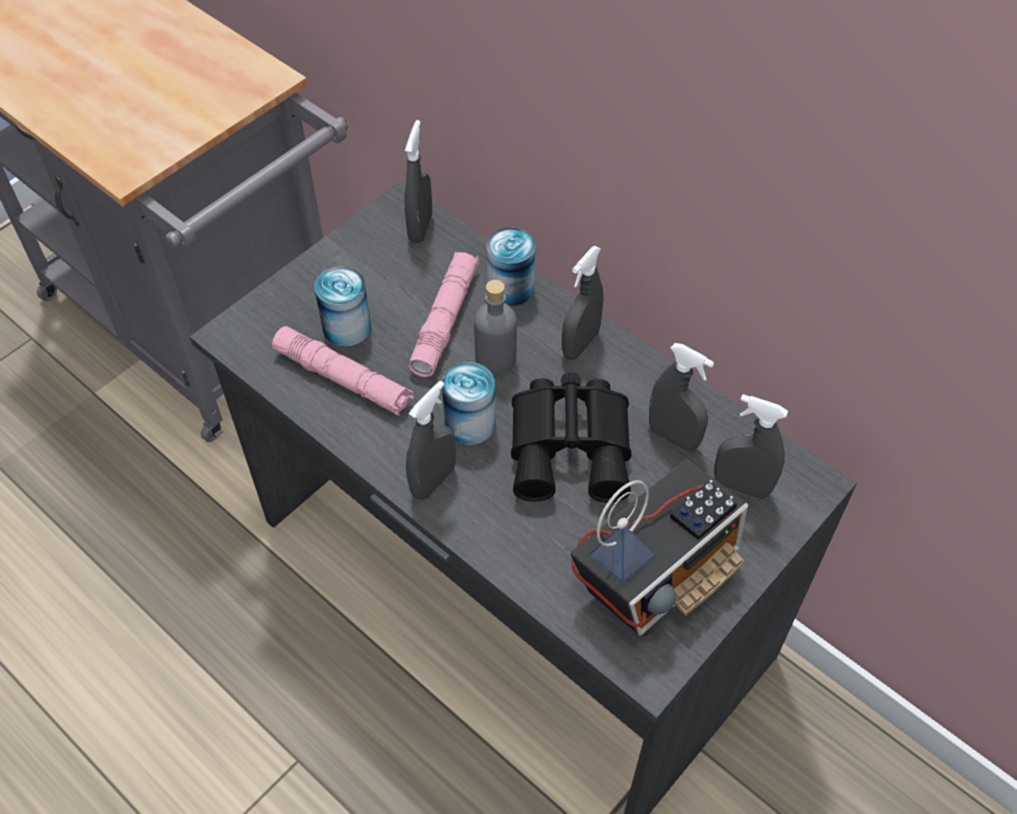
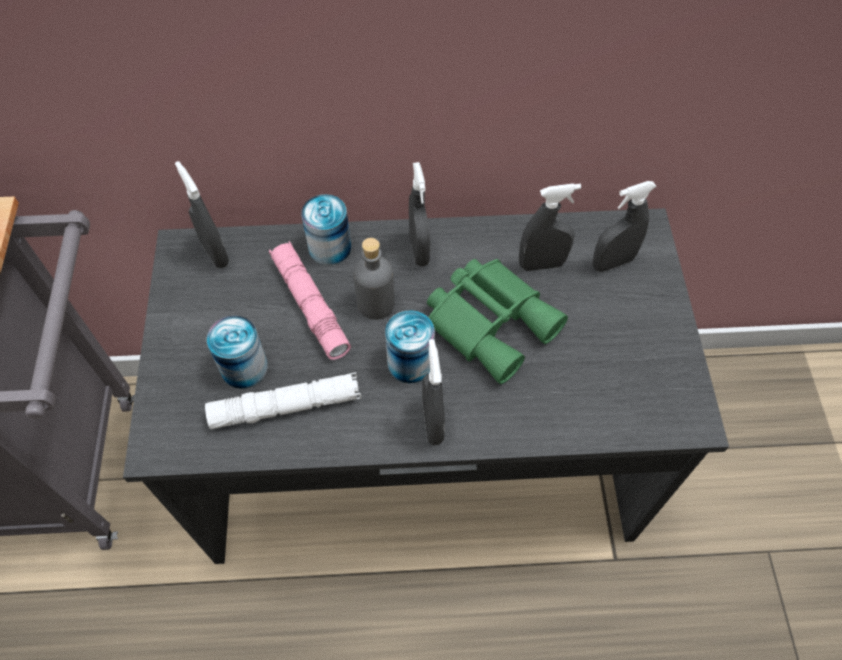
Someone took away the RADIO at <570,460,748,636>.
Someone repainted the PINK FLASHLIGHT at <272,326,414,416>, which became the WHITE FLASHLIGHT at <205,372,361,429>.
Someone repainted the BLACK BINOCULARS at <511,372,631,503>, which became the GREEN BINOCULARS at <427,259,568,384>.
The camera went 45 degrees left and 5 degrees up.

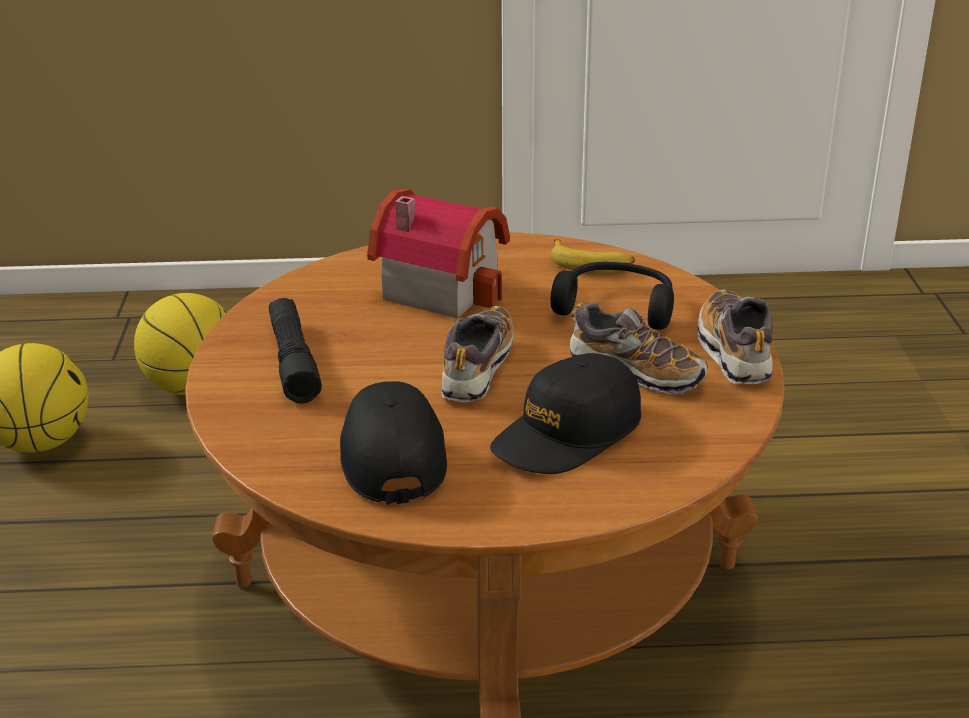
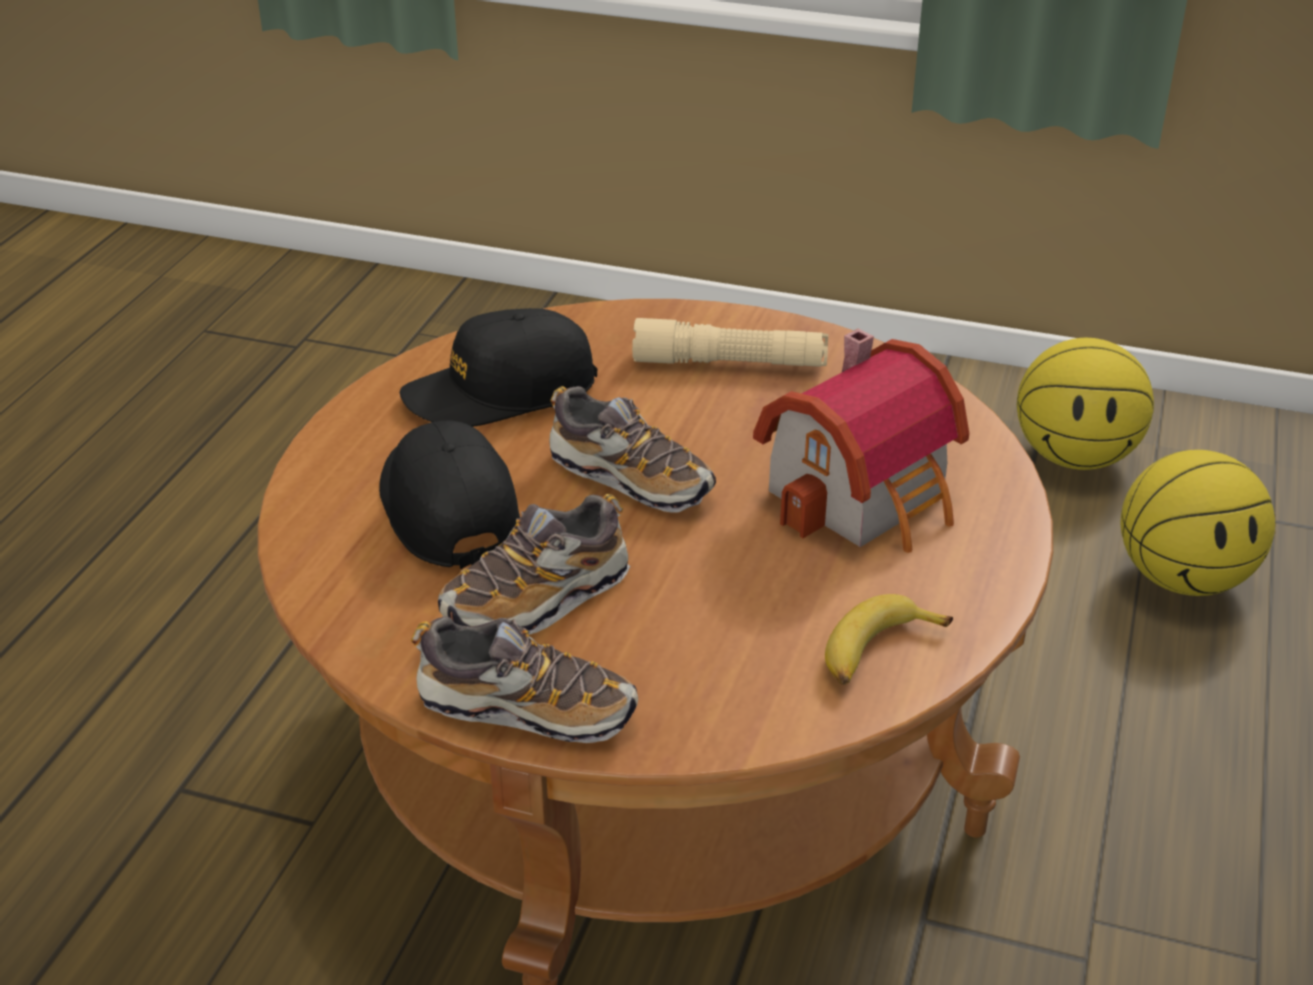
Someone took away the BLACK HEADPHONES at <550,262,674,330>.
Someone repainted the BLACK FLASHLIGHT at <269,298,322,404>, which became the BEIGE FLASHLIGHT at <632,318,828,367>.
Someone rotated the BLACK CAP at <340,381,447,505> by 150 degrees clockwise.
The camera went 110 degrees right and 5 degrees up.

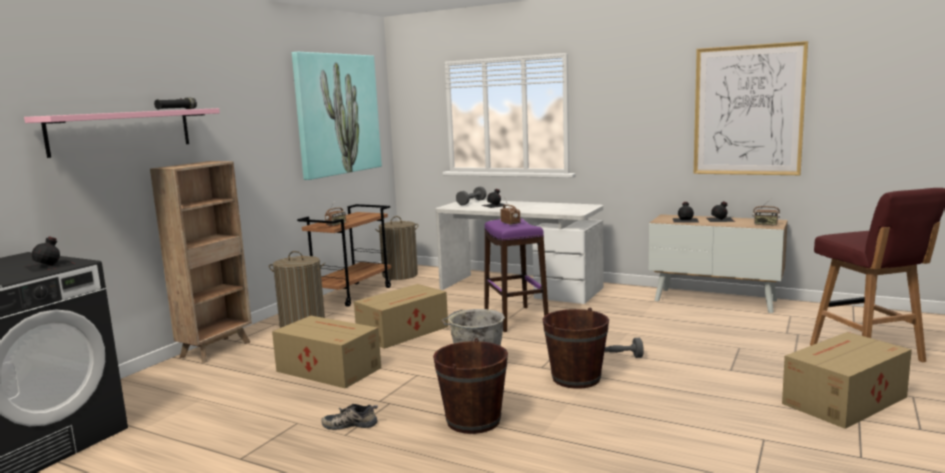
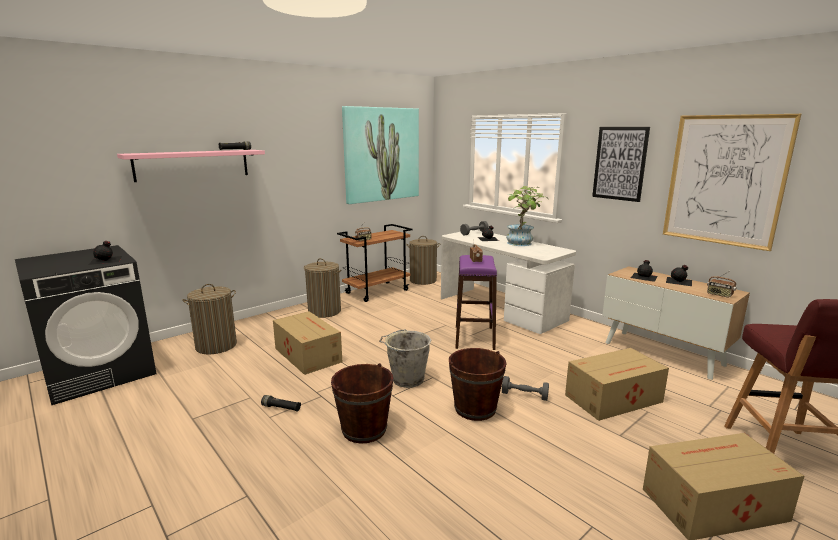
Someone took away the BROWN BOOKCASE at <150,161,252,363>.
Someone put down the LAUNDRY BASKET at <182,284,237,354>.
Someone put down the POTTED PLANT at <506,186,549,246>.
Someone put up the PICTURE at <592,127,650,202>.
Someone carried the CARDBOARD BOX from <354,284,448,349> to <565,348,669,421>.
Someone swapped the SHOE at <321,404,378,430> for the BLACK FLASHLIGHT at <261,395,301,412>.
The camera went 20 degrees right and 5 degrees up.

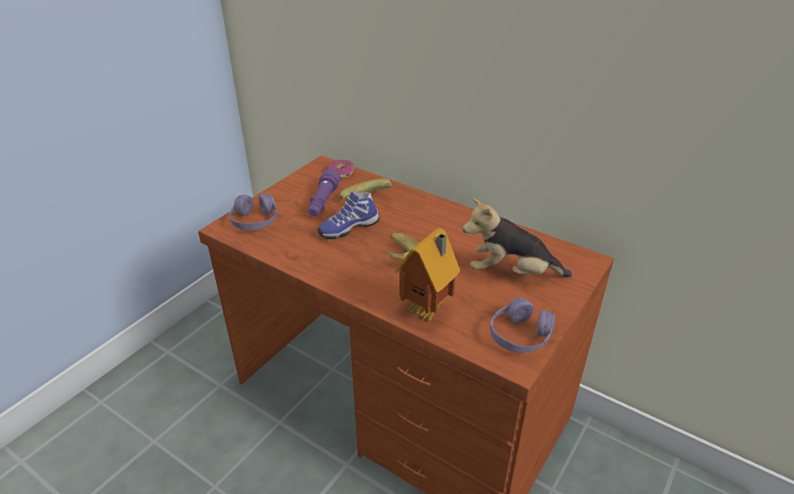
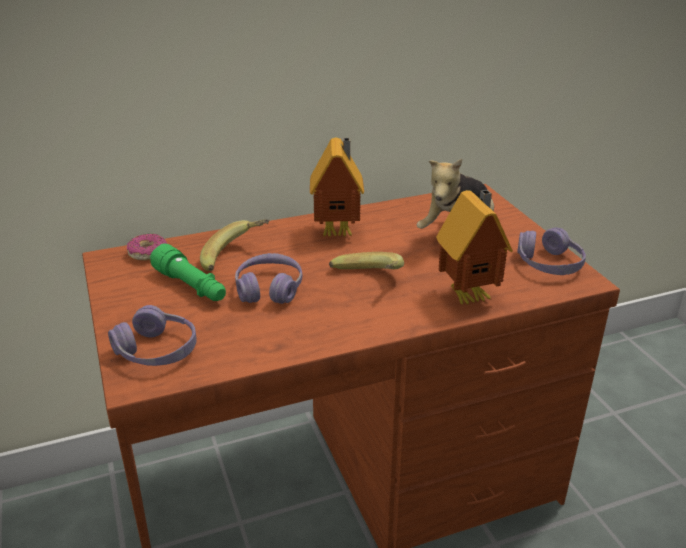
Someone put down the TOY HOUSE at <310,138,364,237>.
Someone swapped the SHOE at <318,192,379,239> for the PURPLE HEADPHONES at <235,253,302,304>.
Someone repainted the PURPLE FLASHLIGHT at <308,169,341,216>, which became the GREEN FLASHLIGHT at <150,243,226,301>.
The camera went 55 degrees left and 5 degrees down.

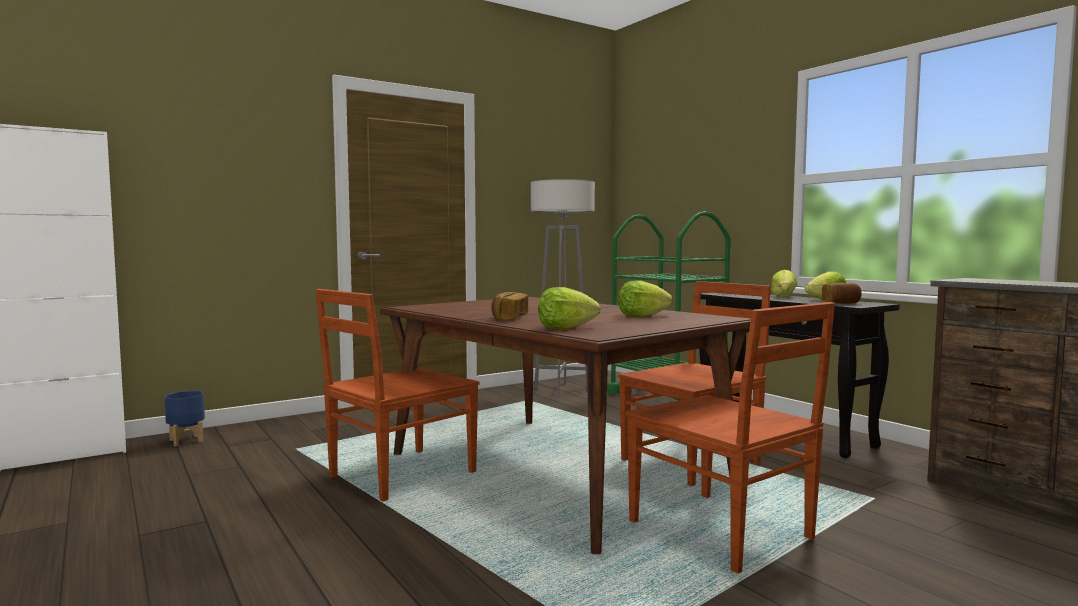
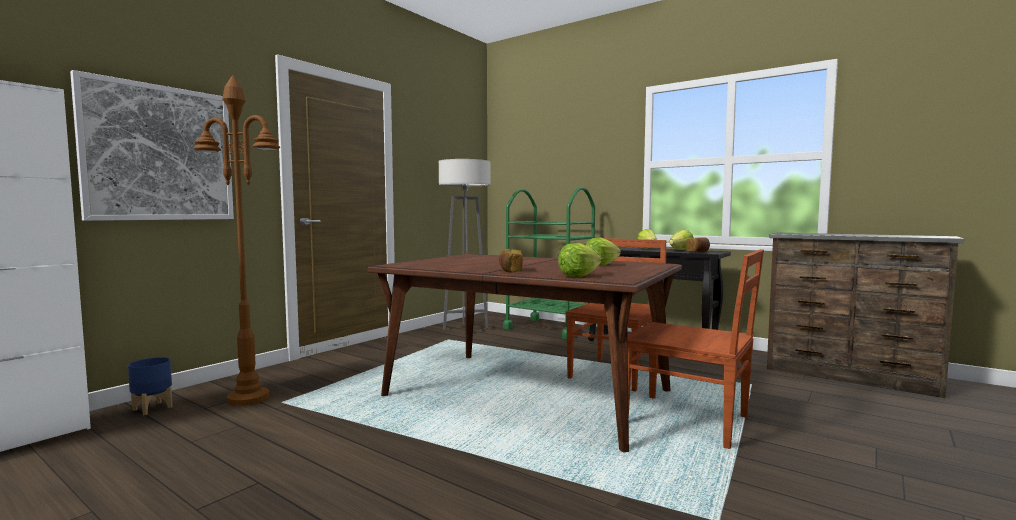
Someone took away the BROWN CHAIR at <316,289,479,502>.
Someone put up the PICTURE at <70,70,234,221>.
Someone put down the BROWN FLOOR LAMP at <193,75,280,406>.
The camera went 20 degrees left and 0 degrees up.

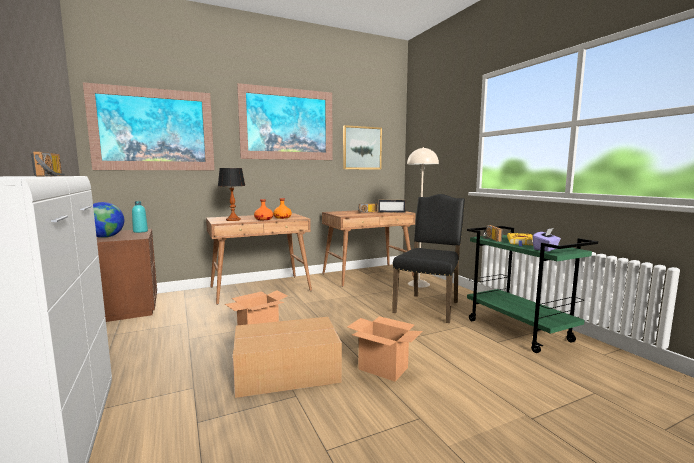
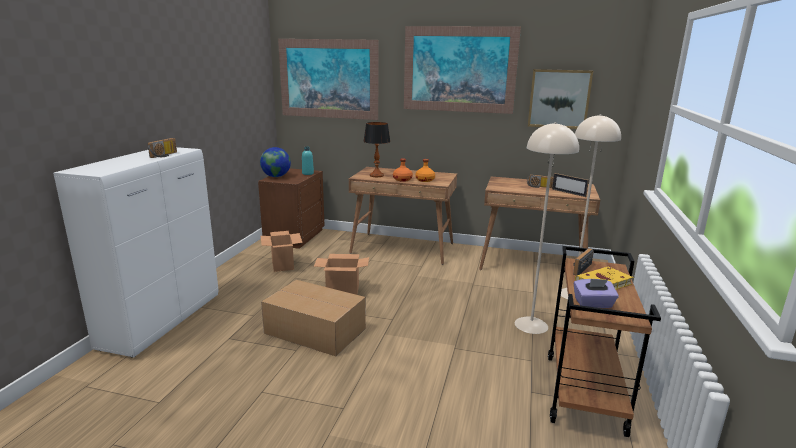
Someone carried the CARDBOARD BOX from <347,316,422,382> to <261,231,303,272>.
Someone swapped the BLACK CHAIR at <392,194,465,323> for the BEIGE FLOOR LAMP at <515,122,579,334>.
Someone repainted the GREEN CART at <467,226,598,353>, which became the BROWN CART at <548,246,661,437>.
The camera went 40 degrees right and 10 degrees up.

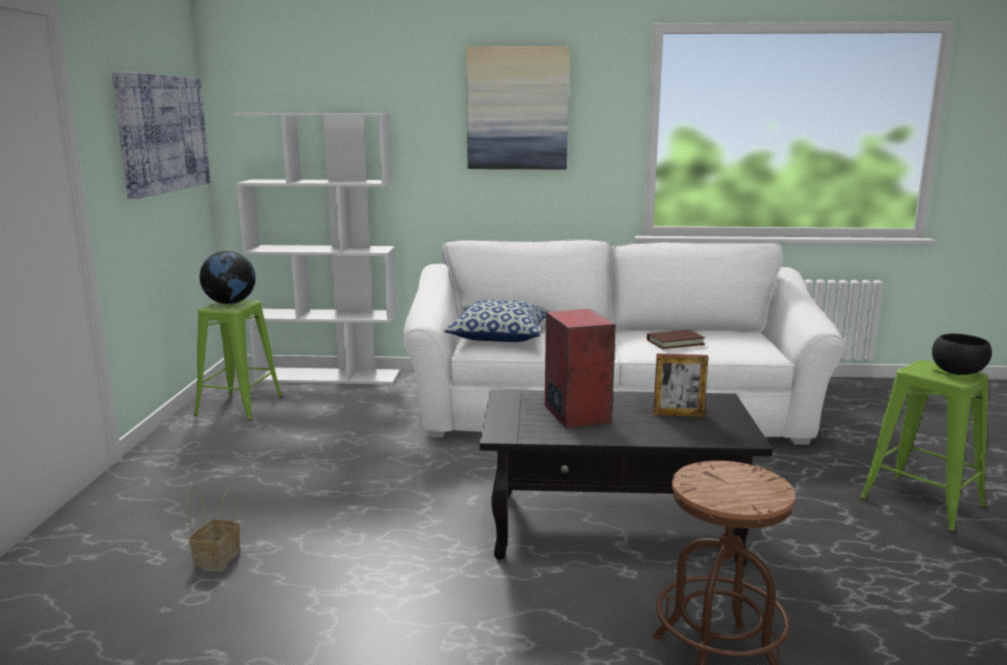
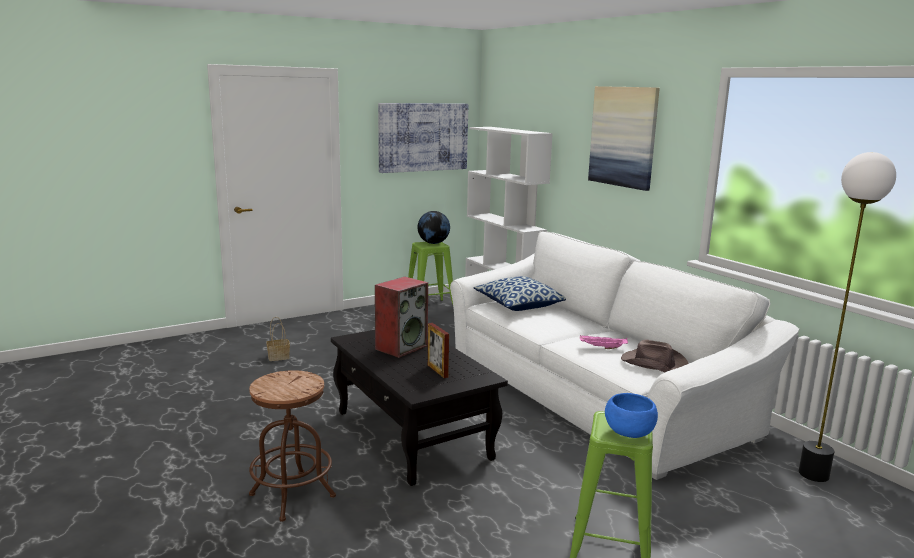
Someone put down the BROWN HAT at <621,340,689,373>.
Someone put down the FLOOR LAMP at <799,152,896,482>.
Someone swapped the BROWN BOOK at <647,330,705,349> for the PINK TRAY at <580,335,628,349>.
Someone repainted the BLACK BOWL at <932,334,992,375>, which became the BLUE BOWL at <605,393,658,438>.
The camera went 55 degrees right and 0 degrees up.

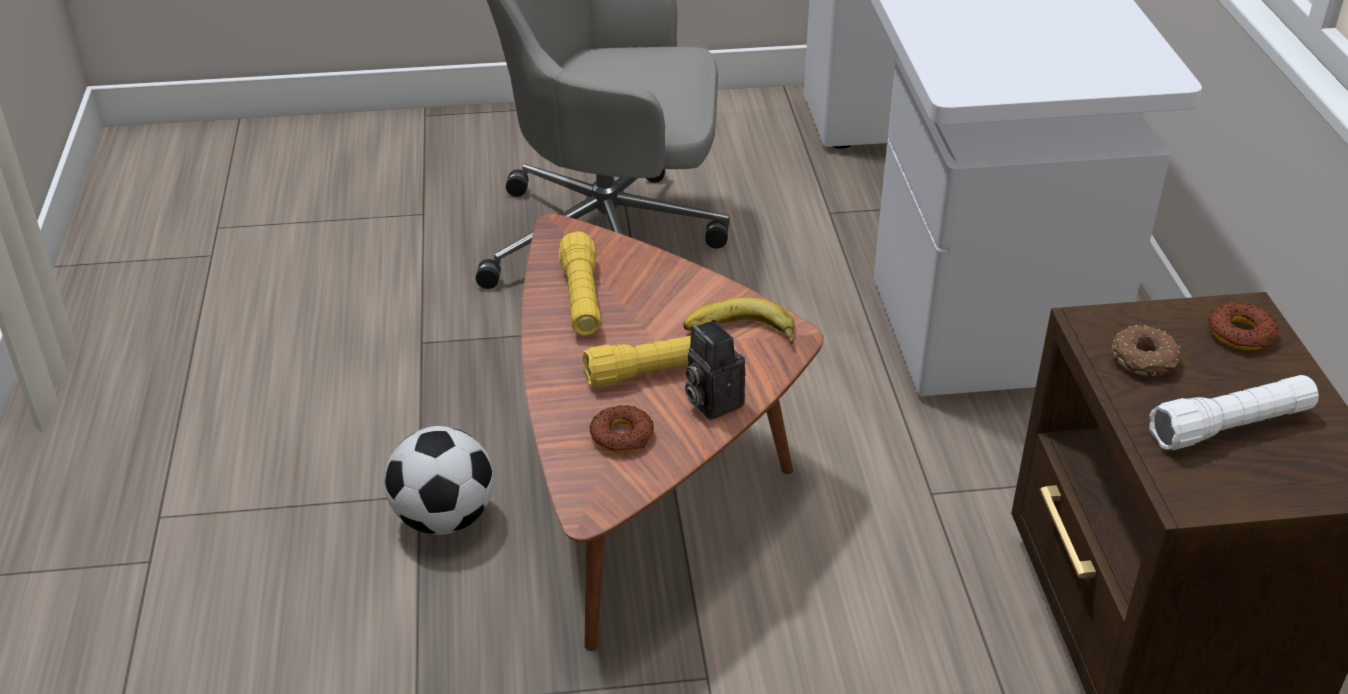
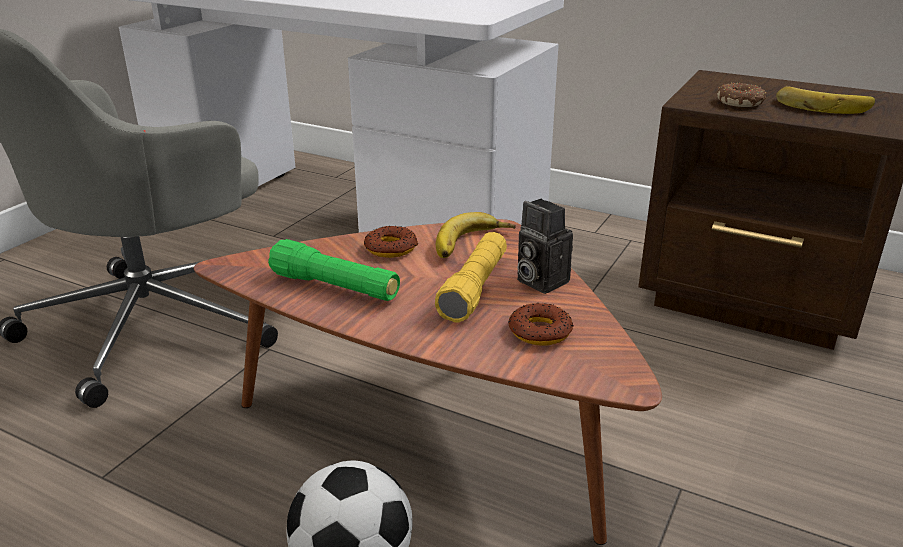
Someone carried the DONUT from <1208,303,1278,350> to <364,226,418,258>.
Someone swapped the WHITE FLASHLIGHT at <1149,375,1319,450> for the BANANA at <776,86,875,114>.
Someone repainted the YELLOW FLASHLIGHT at <558,231,601,335>, which became the GREEN FLASHLIGHT at <268,239,400,301>.
Someone rotated the PHOTO CAMERA at <685,320,746,420> by 45 degrees clockwise.
The camera went 55 degrees left and 10 degrees down.

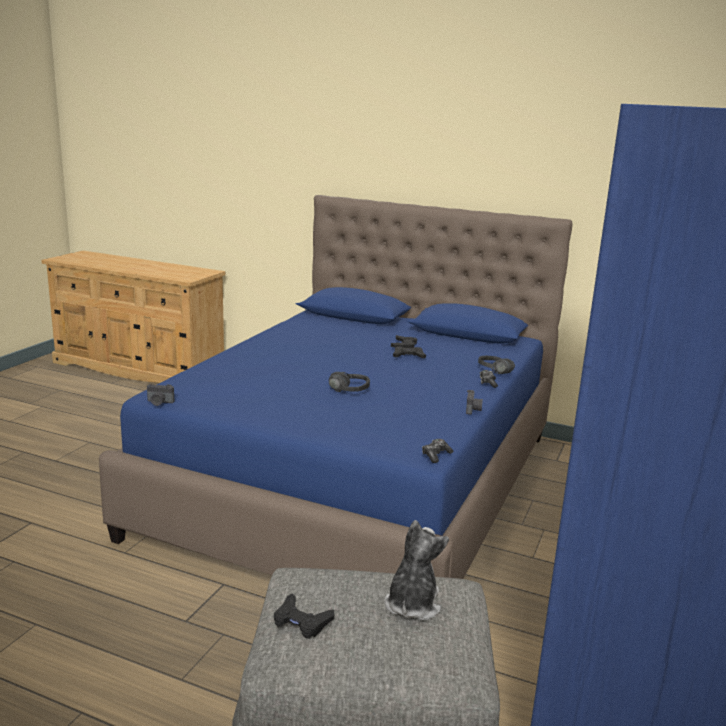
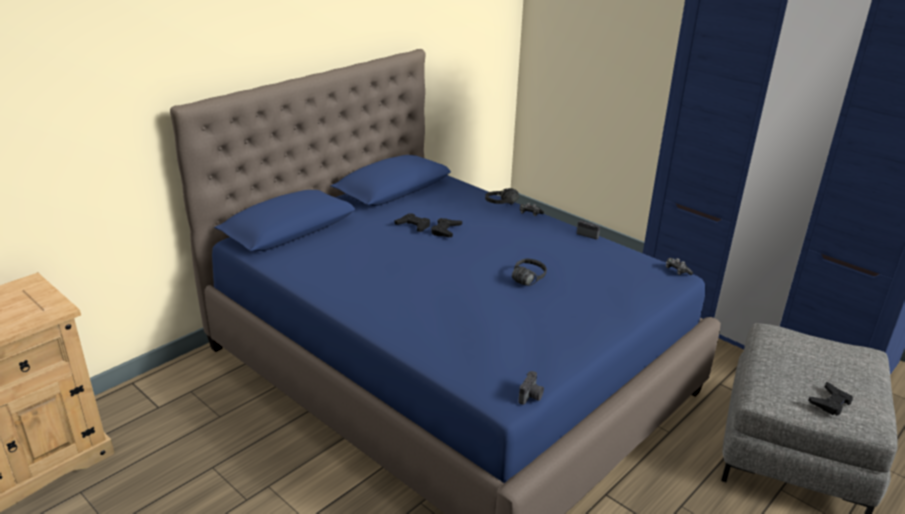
Someone took away the PLUSH TOY at <384,520,449,621>.
The camera went 70 degrees left and 10 degrees up.

